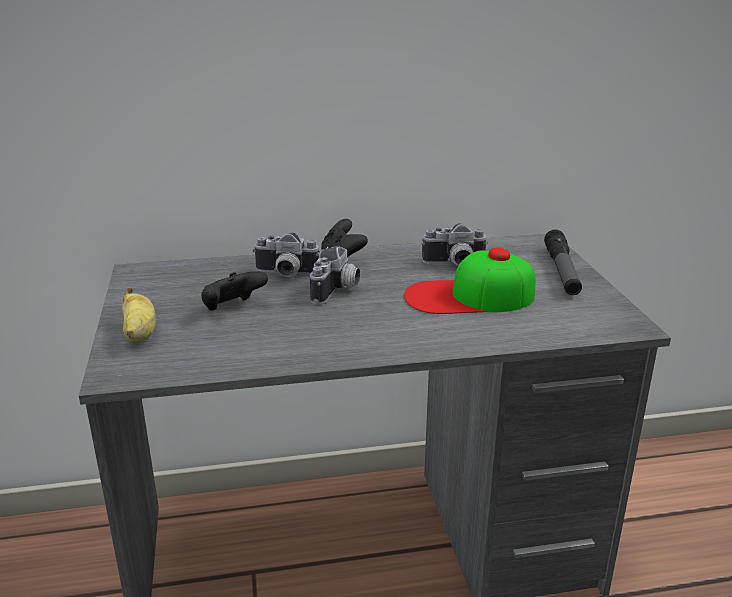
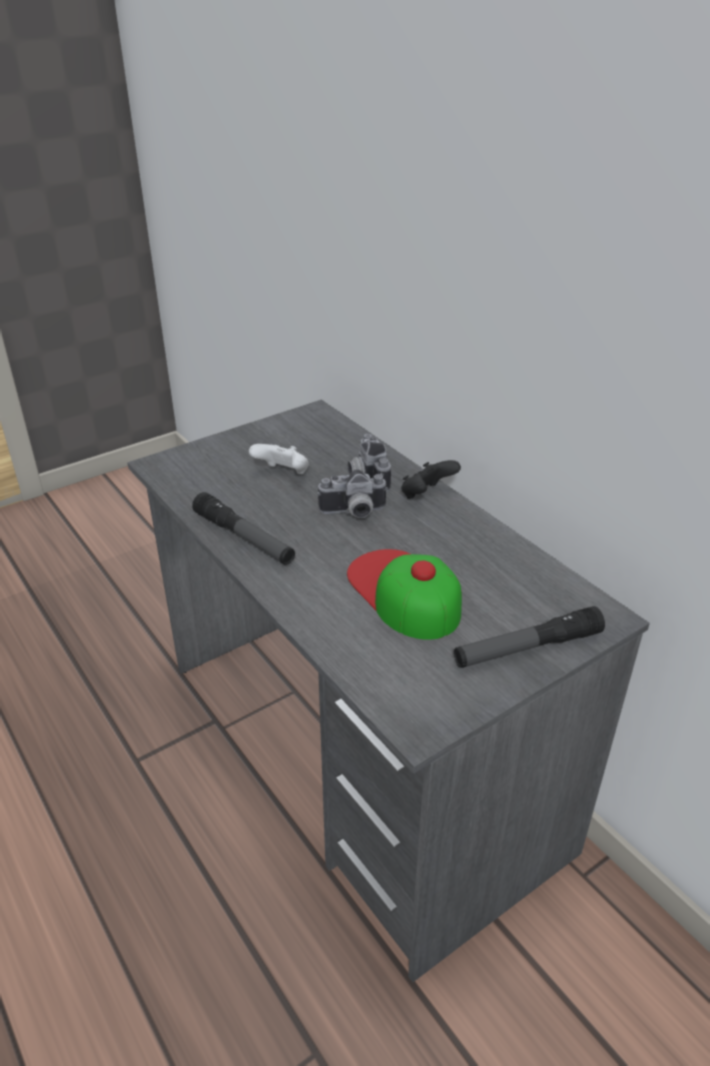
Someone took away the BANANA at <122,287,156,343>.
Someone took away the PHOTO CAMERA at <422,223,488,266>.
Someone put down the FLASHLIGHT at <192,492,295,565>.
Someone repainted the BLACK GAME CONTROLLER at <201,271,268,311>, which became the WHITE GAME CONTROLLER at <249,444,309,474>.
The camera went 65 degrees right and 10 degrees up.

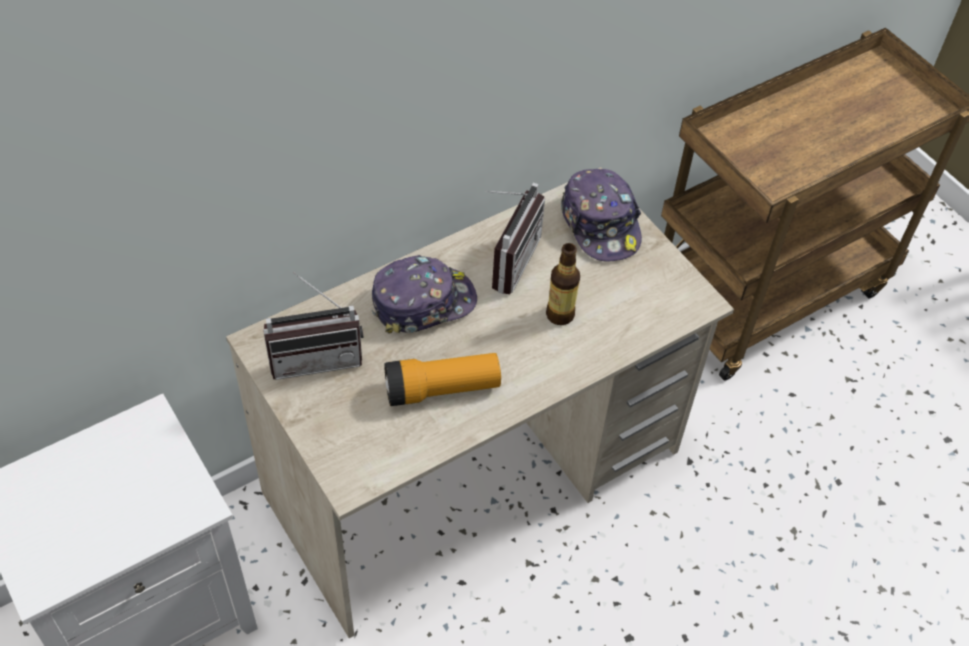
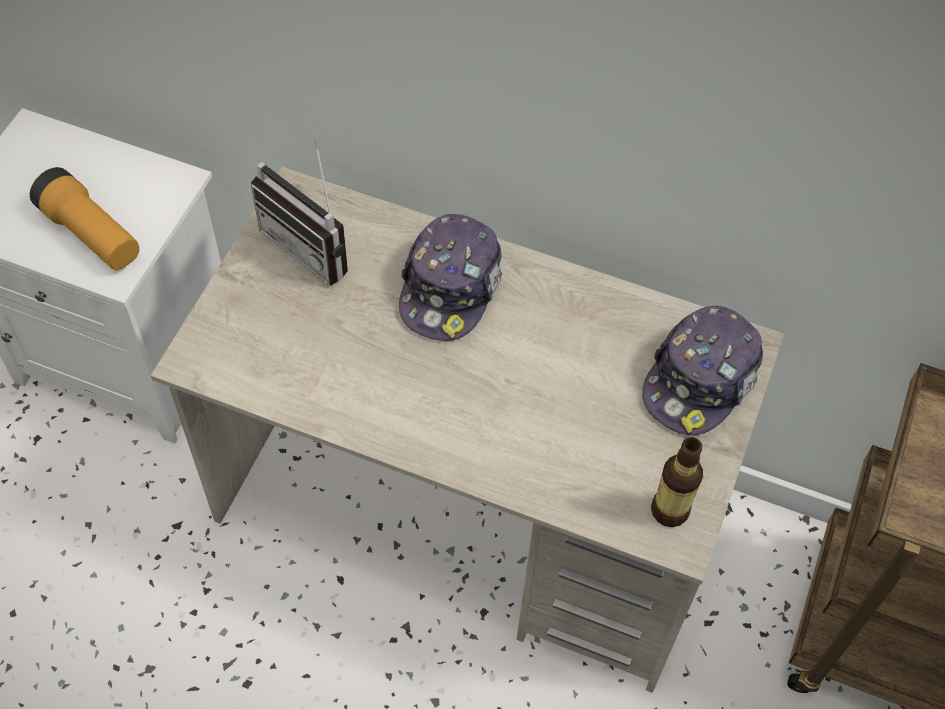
Someone took away the RADIO at <485,183,545,294>.
Someone carried the FLASHLIGHT from <384,353,501,406> to <30,167,140,271>.
Someone carried the BOTTLE from <546,243,580,325> to <651,437,703,527>.
Someone rotated the CAP at <372,255,477,334> by 75 degrees clockwise.
The camera went 55 degrees right and 5 degrees up.

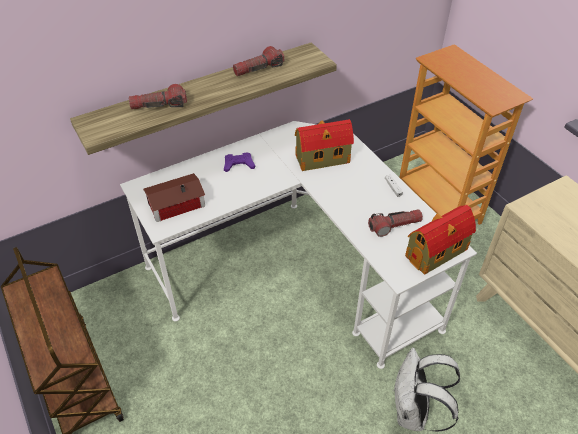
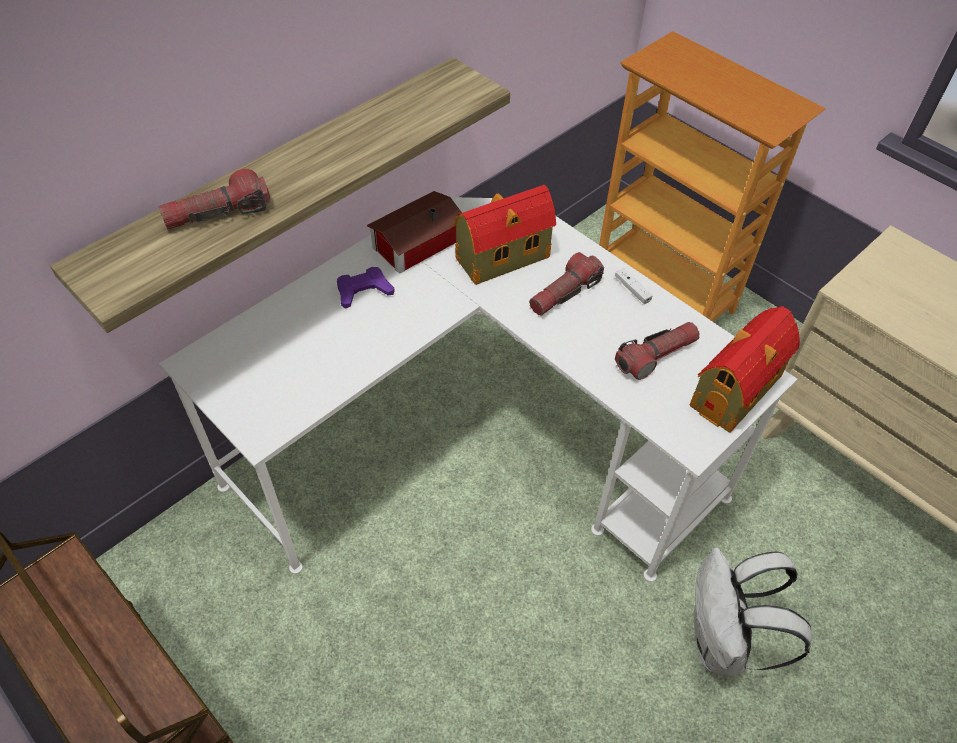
Someone carried the TOY HOUSE from <143,173,205,222> to <367,191,462,274>.
Someone carried the FLASHLIGHT from <233,46,284,76> to <529,252,604,316>.
The camera went 15 degrees left and 5 degrees up.

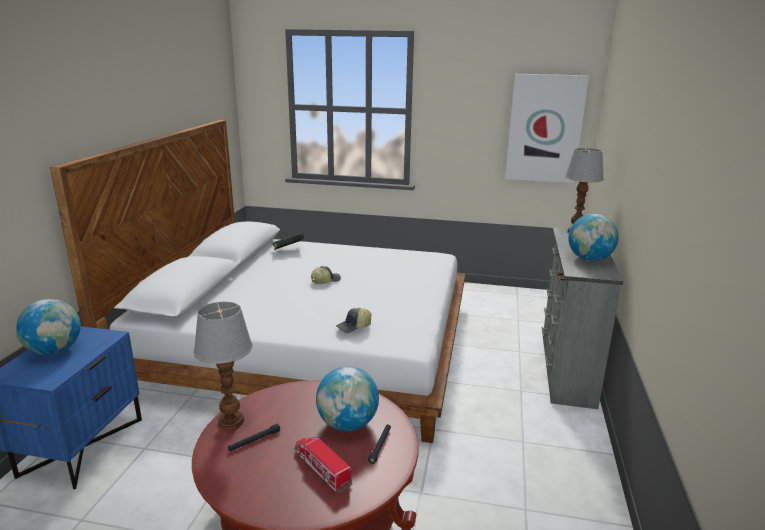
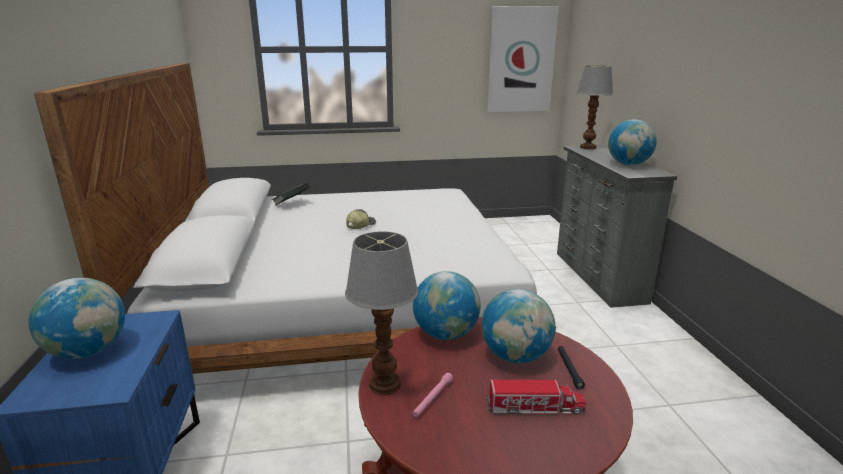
Someone took away the CAP at <336,308,371,333>.
Someone put down the GLOBE at <413,271,481,340>.
Someone repainted the BLACK FLASHLIGHT at <228,424,280,451>, which became the PINK FLASHLIGHT at <412,373,453,418>.
Someone rotated the TOY TRUCK at <295,437,352,493> by 150 degrees clockwise.
The camera went 20 degrees left and 0 degrees up.

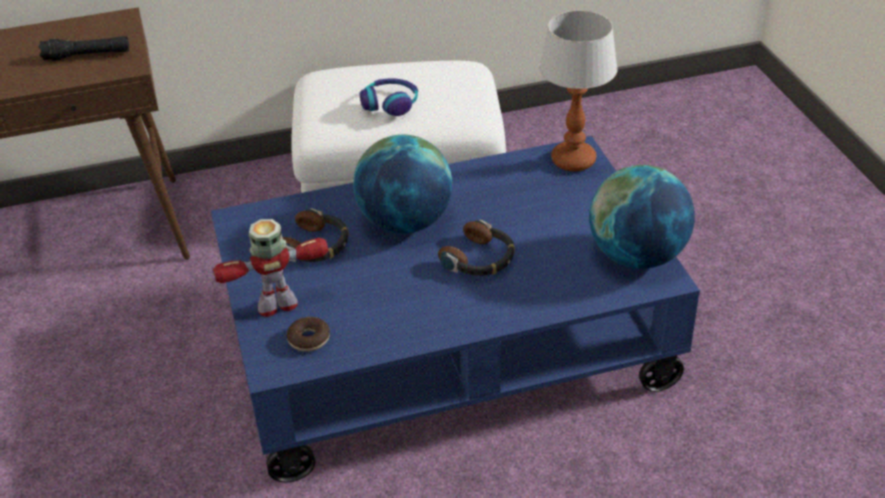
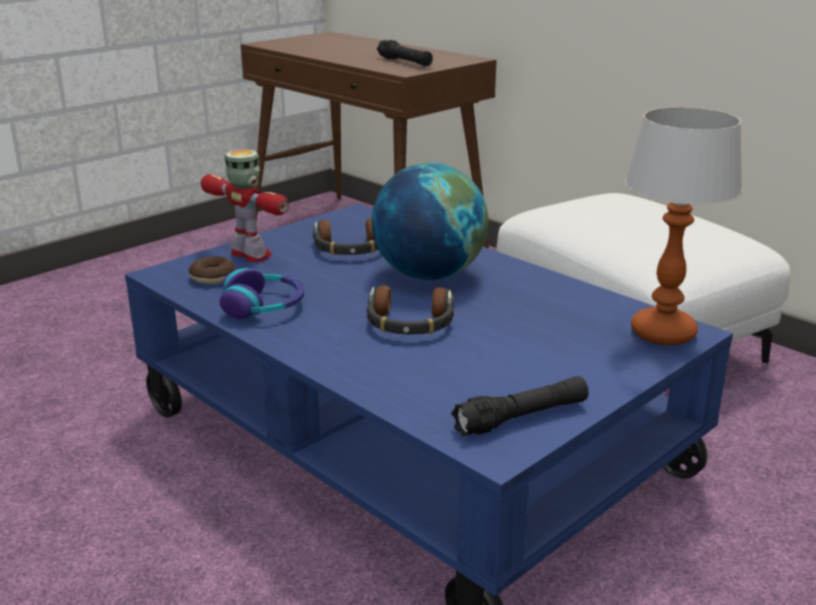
Someone carried the HEADPHONES from <360,78,418,116> to <220,268,304,319>.
Someone swapped the GLOBE at <589,165,695,269> for the BLACK FLASHLIGHT at <451,376,589,436>.
The camera went 60 degrees right and 15 degrees down.

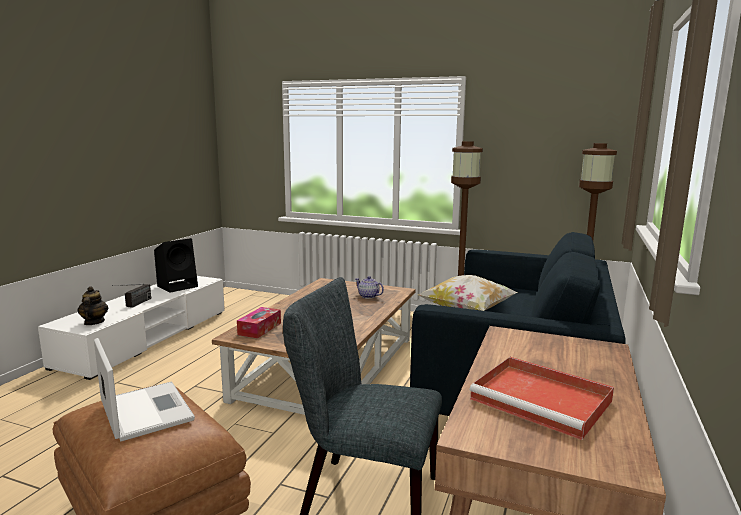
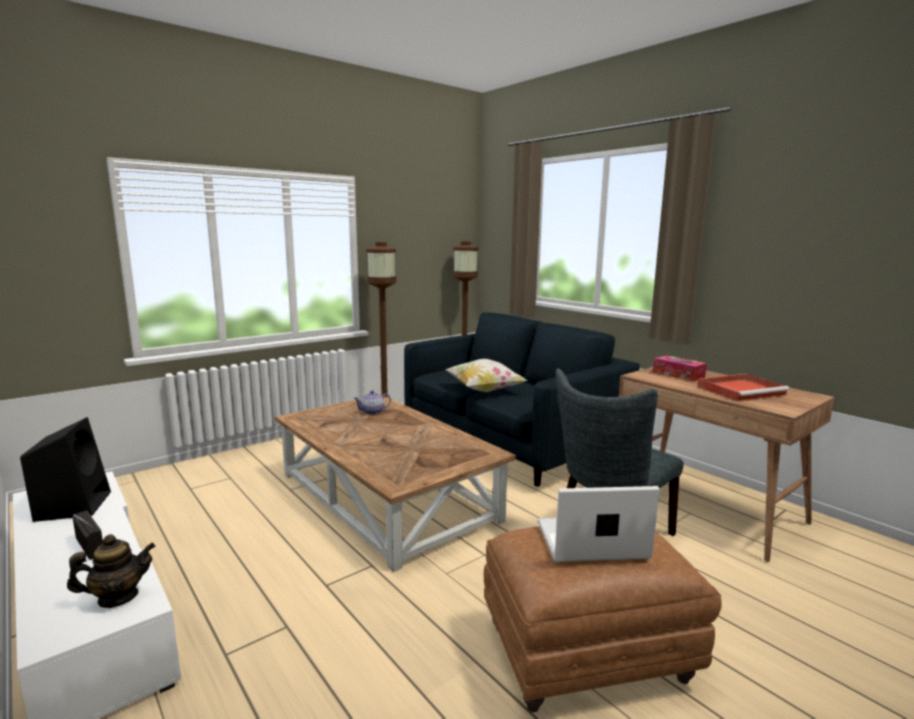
Someone carried the TISSUE BOX from <237,307,281,338> to <653,355,707,382>.
Someone rotated the TEAPOT at <77,286,108,325> by 135 degrees clockwise.
The camera went 60 degrees left and 0 degrees up.

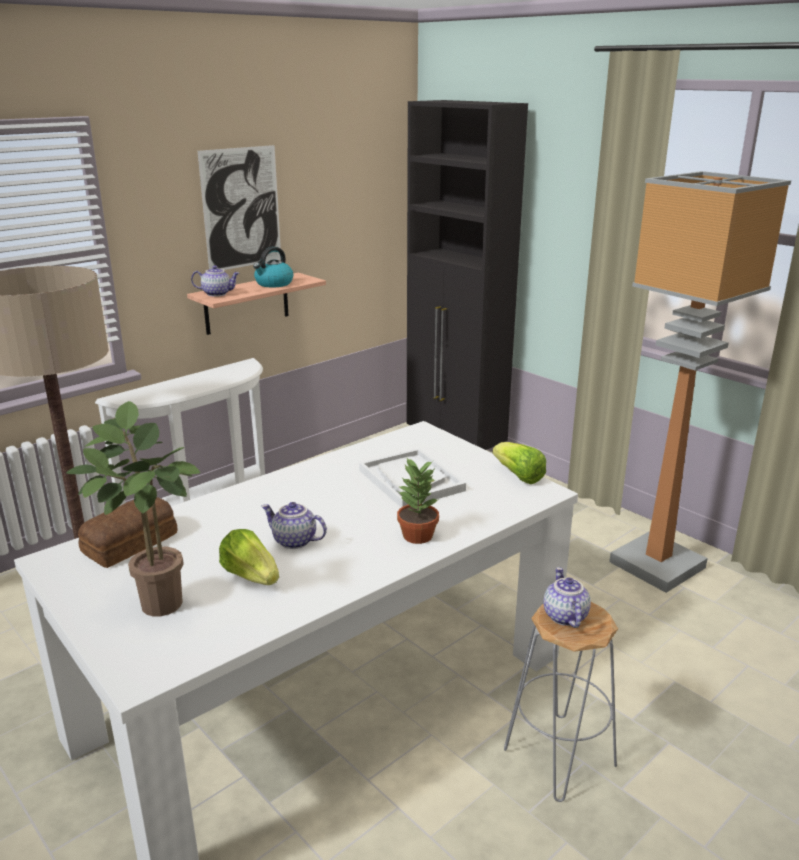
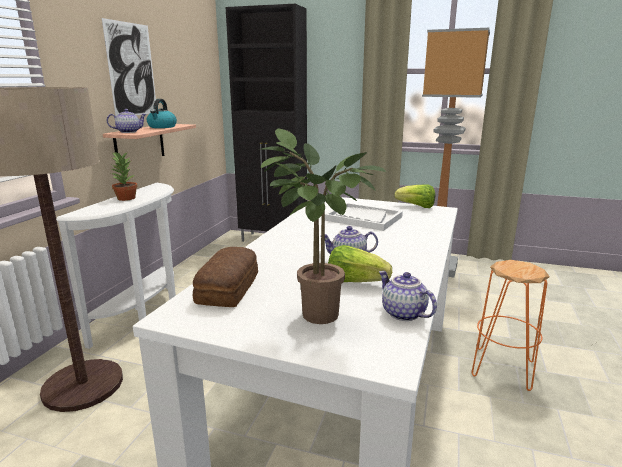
Someone carried the POTTED PLANT from <397,458,439,544> to <111,152,138,201>.
Someone carried the TEAPOT from <544,567,591,628> to <379,271,437,321>.
Someone repainted the GREY STOOL at <504,602,618,802>, which became the ORANGE STOOL at <472,260,549,391>.
The camera went 30 degrees left and 5 degrees down.

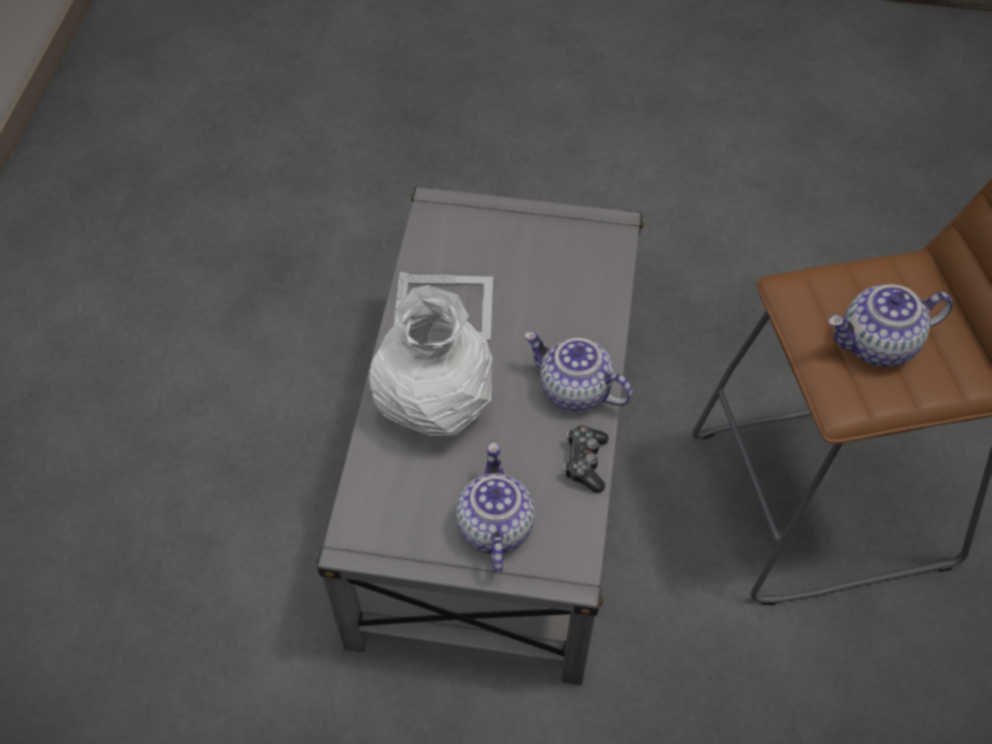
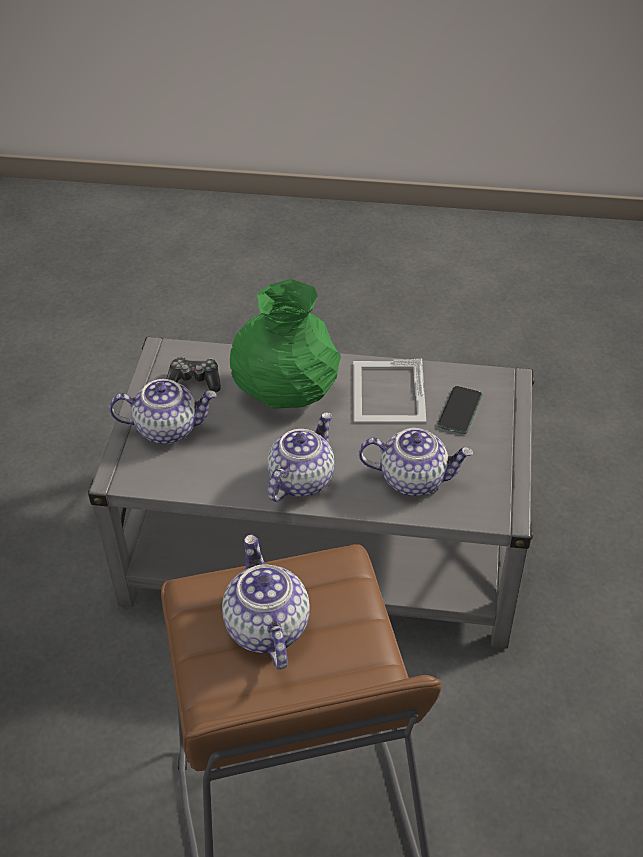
Someone put down the TEAPOT at <359,428,473,496>.
Someone put down the PHONE at <438,386,482,434>.
Someone carried the GAME CONTROLLER from <564,426,609,493> to <166,357,221,392>.
Someone repainted the WHITE VASE at <370,285,493,436>, which became the GREEN VASE at <230,279,341,409>.
The camera went 90 degrees right and 10 degrees down.

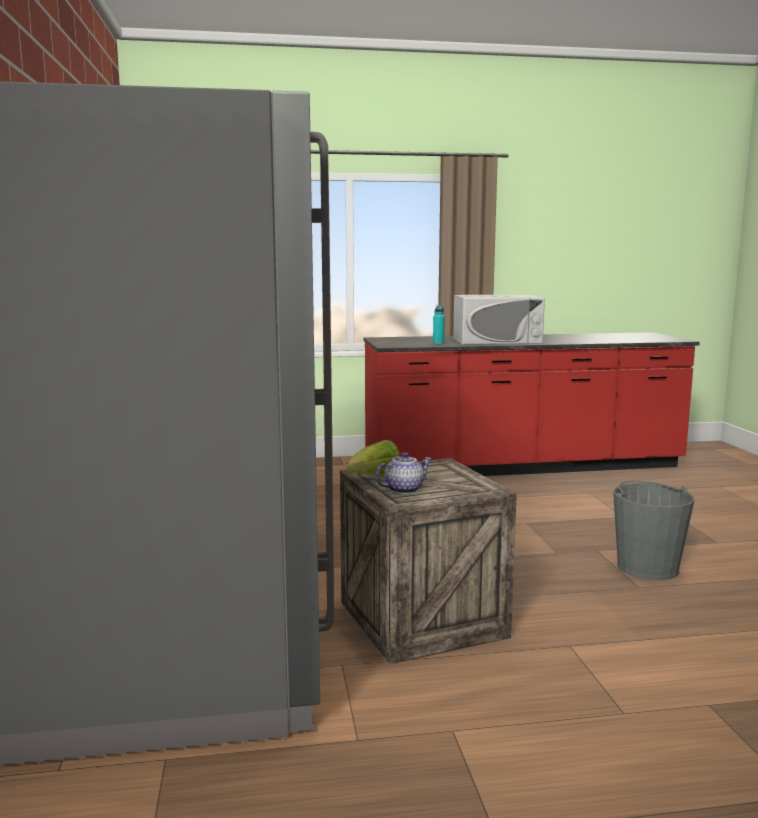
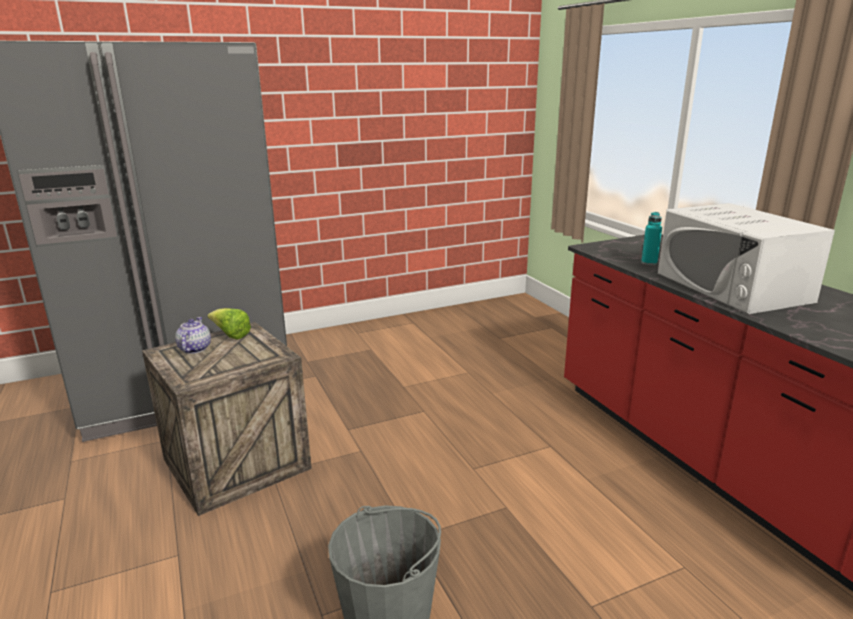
Someone rotated the TEAPOT at <375,452,432,494> by 135 degrees counterclockwise.
The camera went 75 degrees right and 10 degrees up.

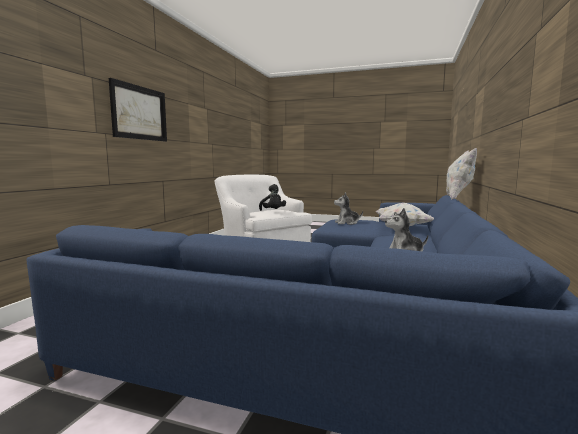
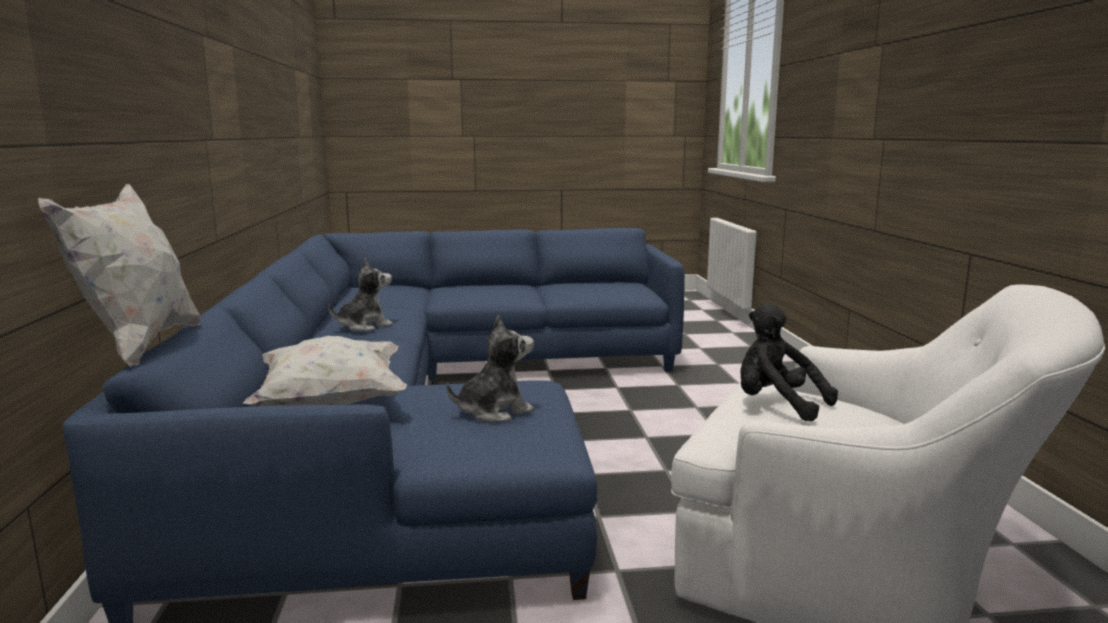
Someone took away the PICTURE at <109,78,167,142>.
The camera went 155 degrees right and 5 degrees up.

